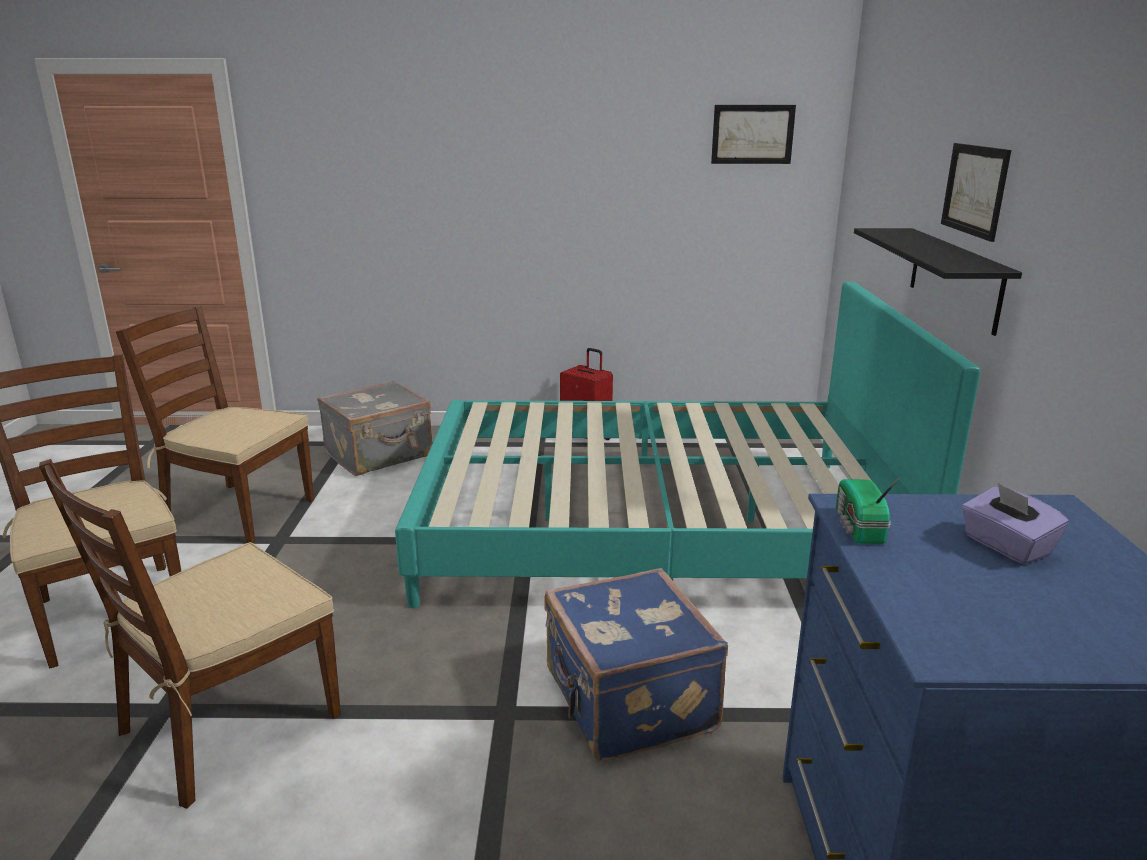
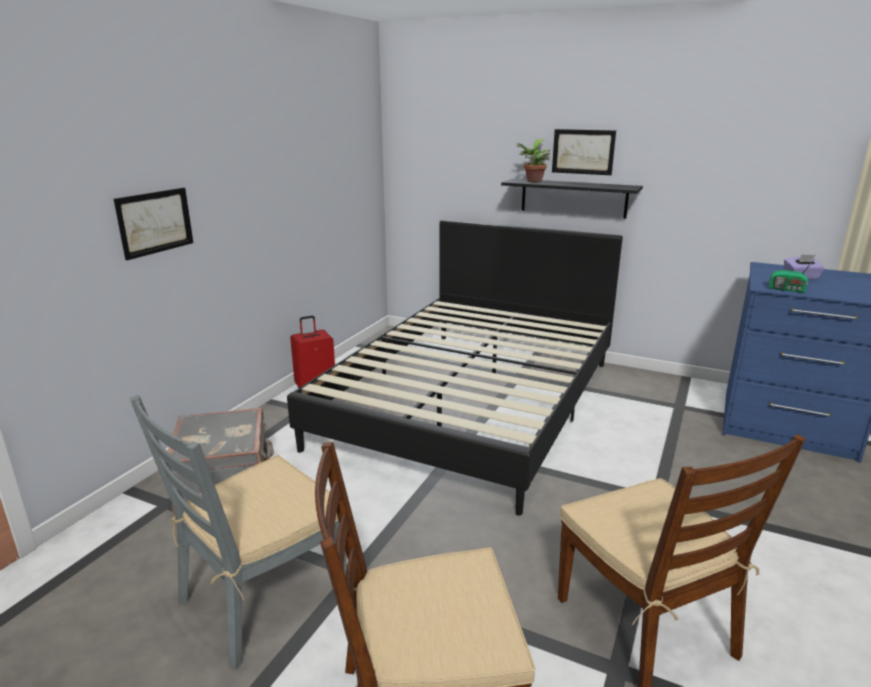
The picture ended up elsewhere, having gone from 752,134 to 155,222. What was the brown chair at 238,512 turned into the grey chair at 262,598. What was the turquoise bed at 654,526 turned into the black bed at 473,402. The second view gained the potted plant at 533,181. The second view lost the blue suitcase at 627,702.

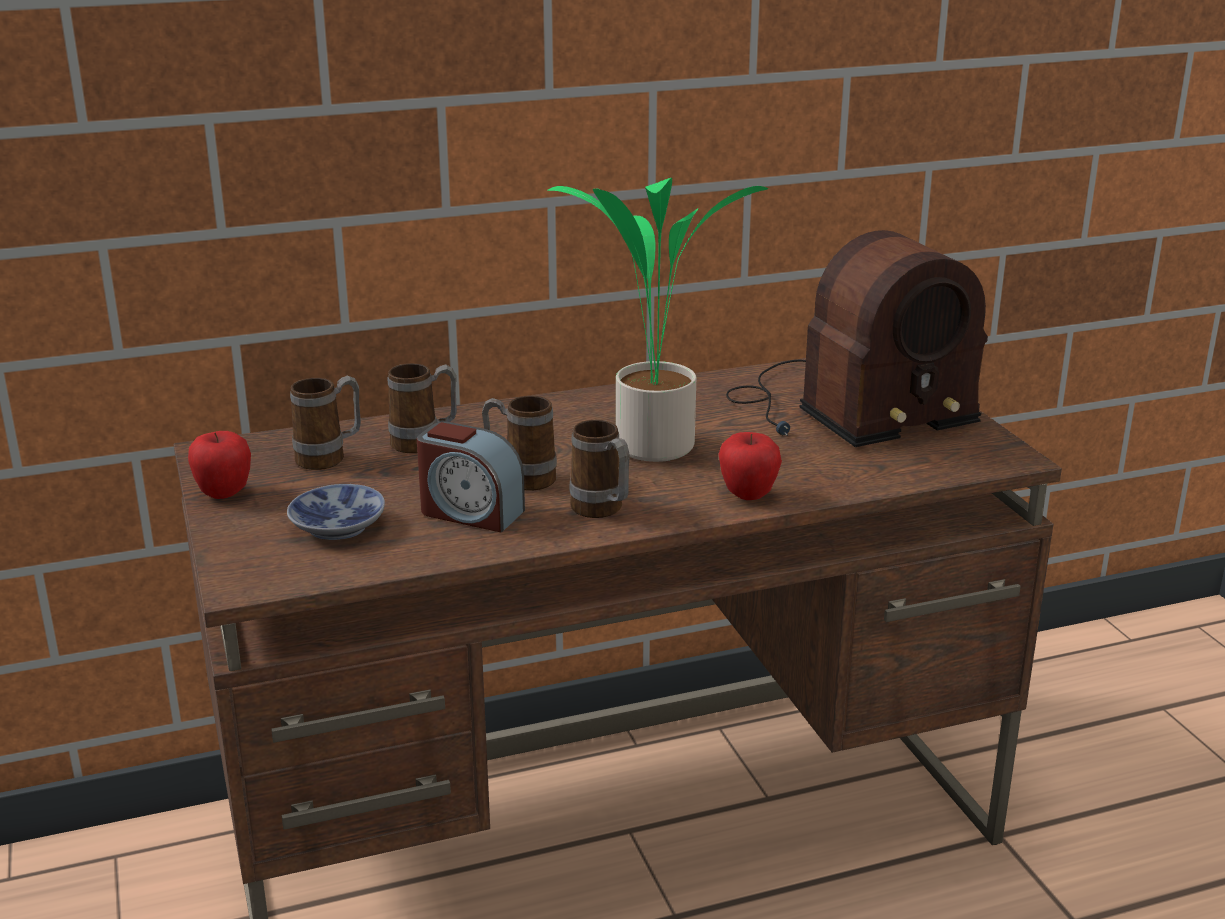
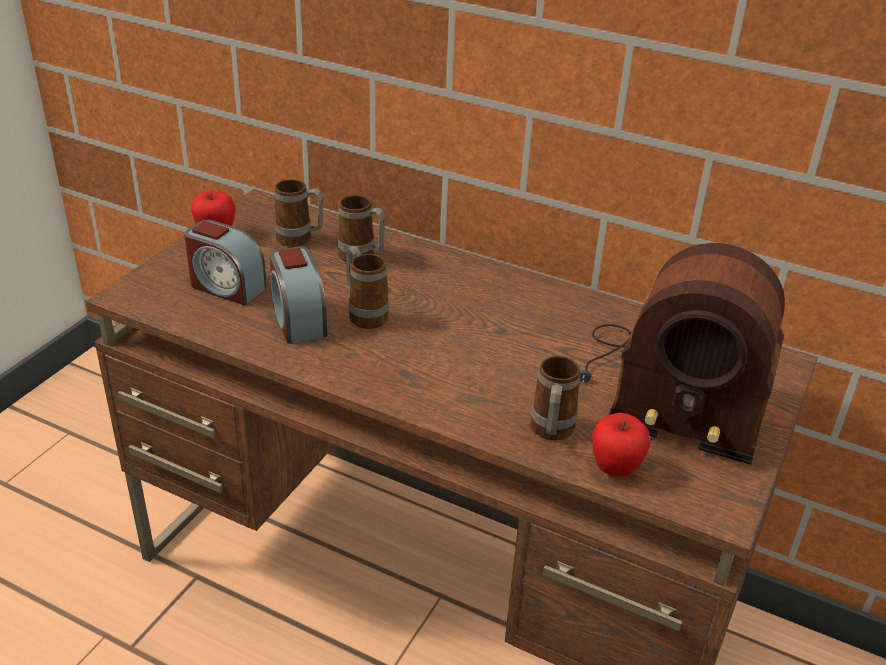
Where the bowl stood at 340,525, the alarm clock came to stand at 226,287. The mug ended up elsewhere, having gone from 602,511 to 550,433. The apple ended up elsewhere, having gone from 748,496 to 615,468. The second view lost the potted plant at 650,448.

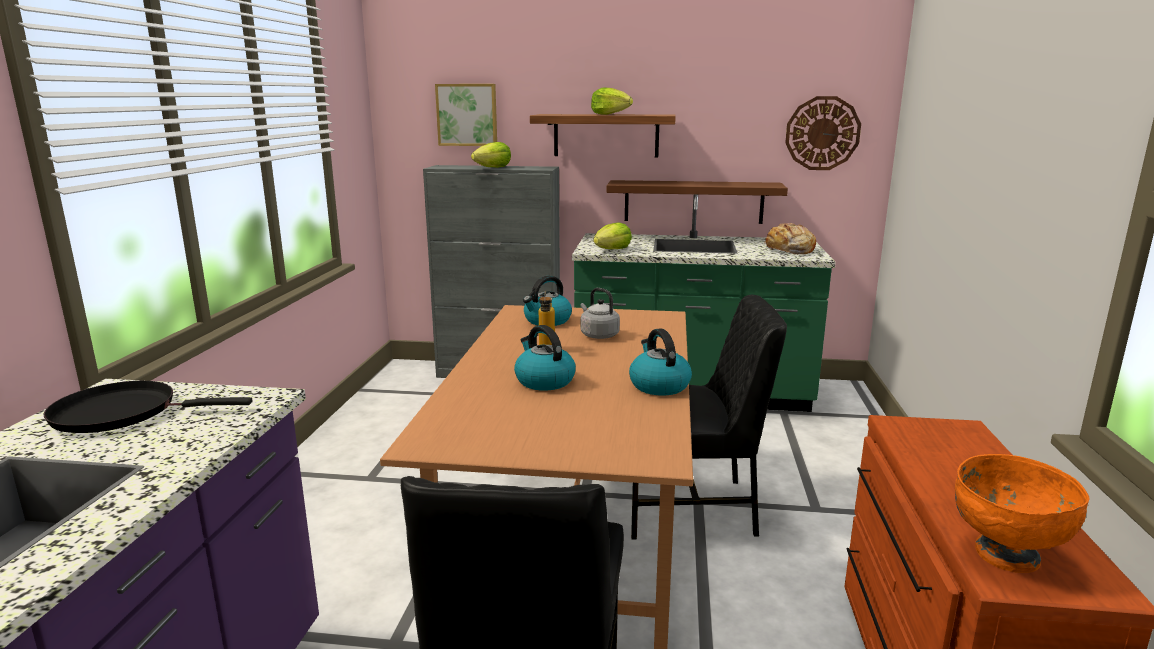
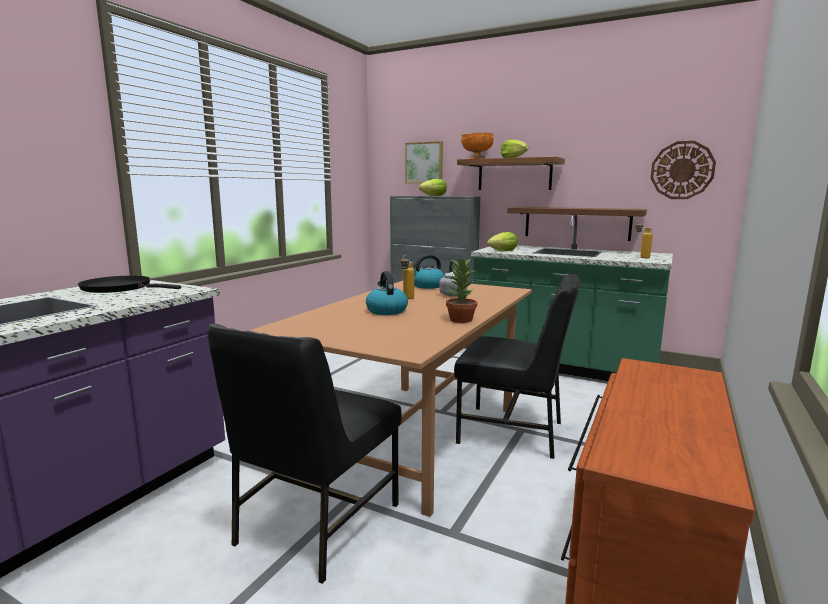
Where the kettle stood at 658,385, the potted plant came to stand at 460,320. The orange bowl ended up elsewhere, having gone from 1004,555 to 476,159. Where the bread stood at 789,250, the bottle came to stand at 641,257.

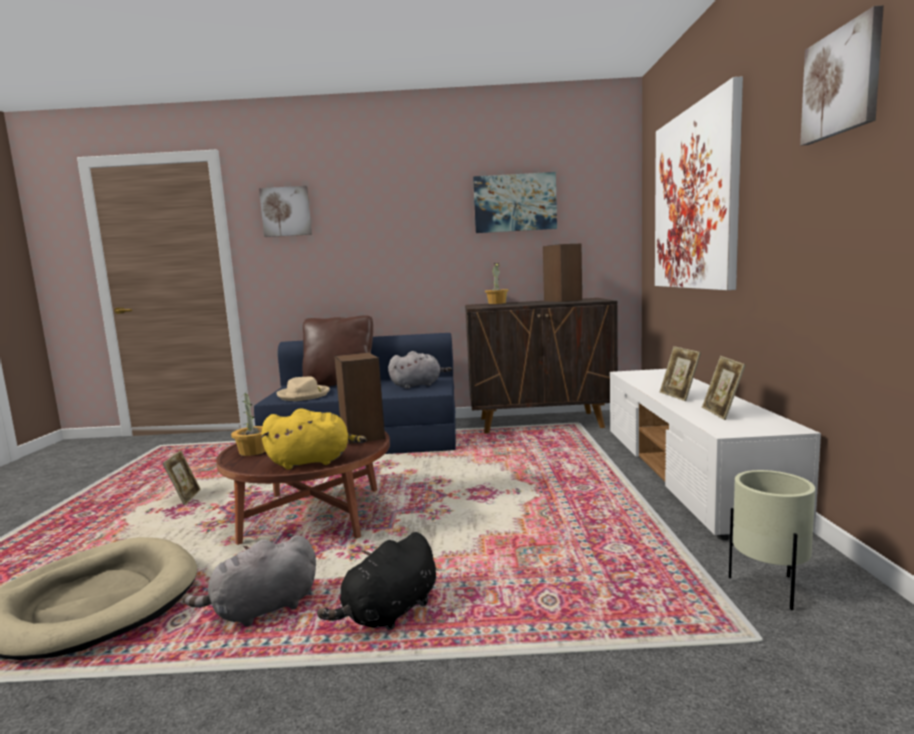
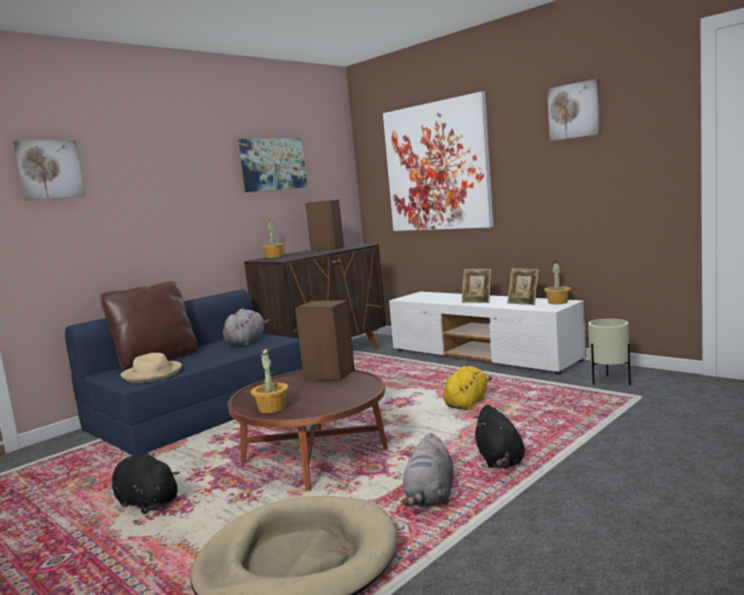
Where the picture frame stood at 185,498, the black plush toy came to stand at 146,503. The yellow plush toy ended up elsewhere, having gone from 313,462 to 467,403. The second view gained the potted plant at 558,302.

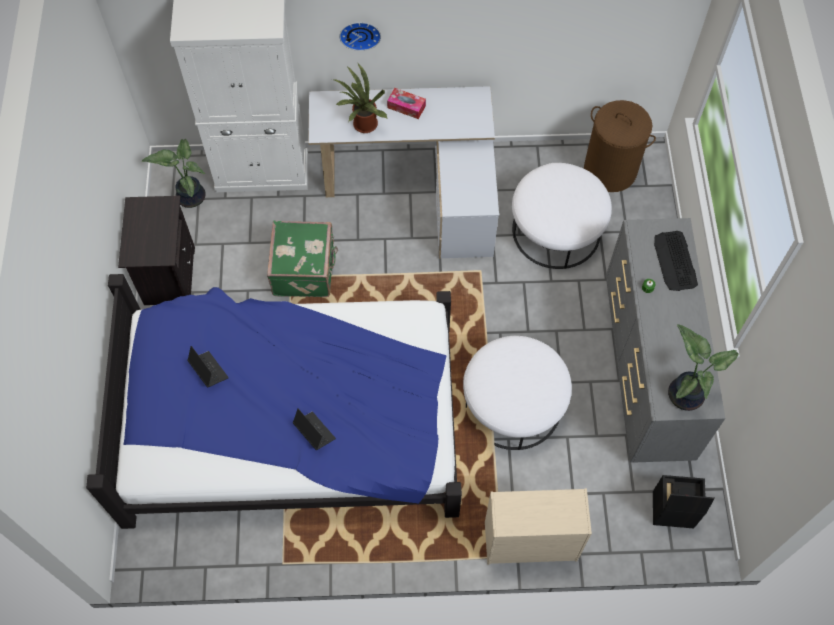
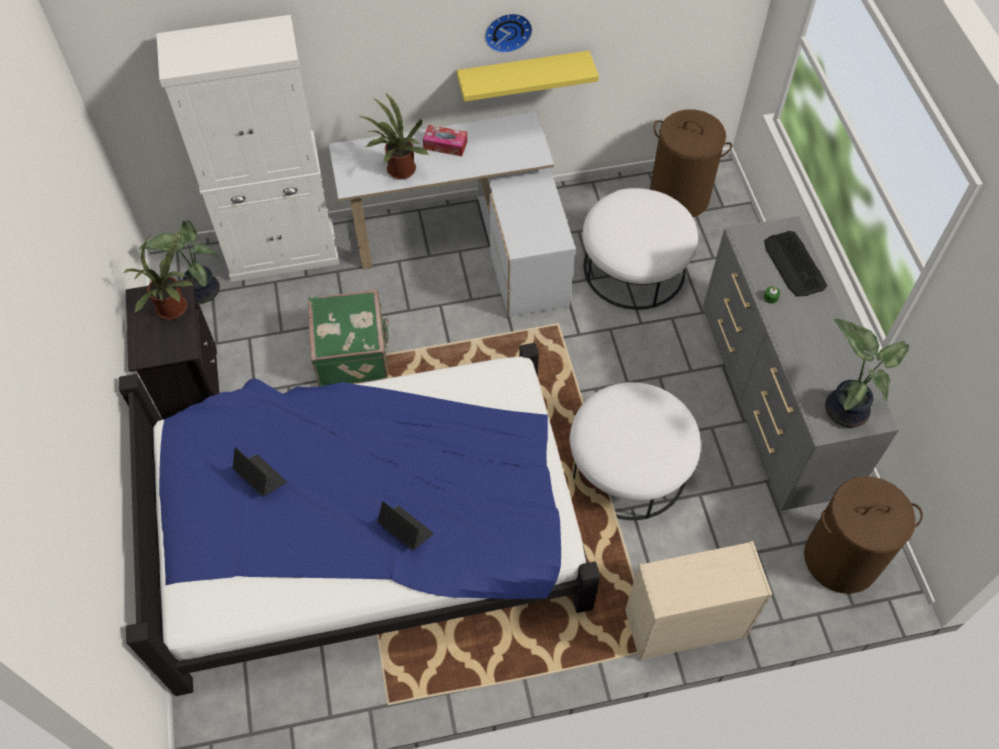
The second view gained the potted plant at 175,310. The second view gained the yellow shelf at 523,74. The wall clock ended up elsewhere, having gone from 360,33 to 507,30. Where the black storage box stood at 672,510, the brown laundry basket came to stand at 841,559.

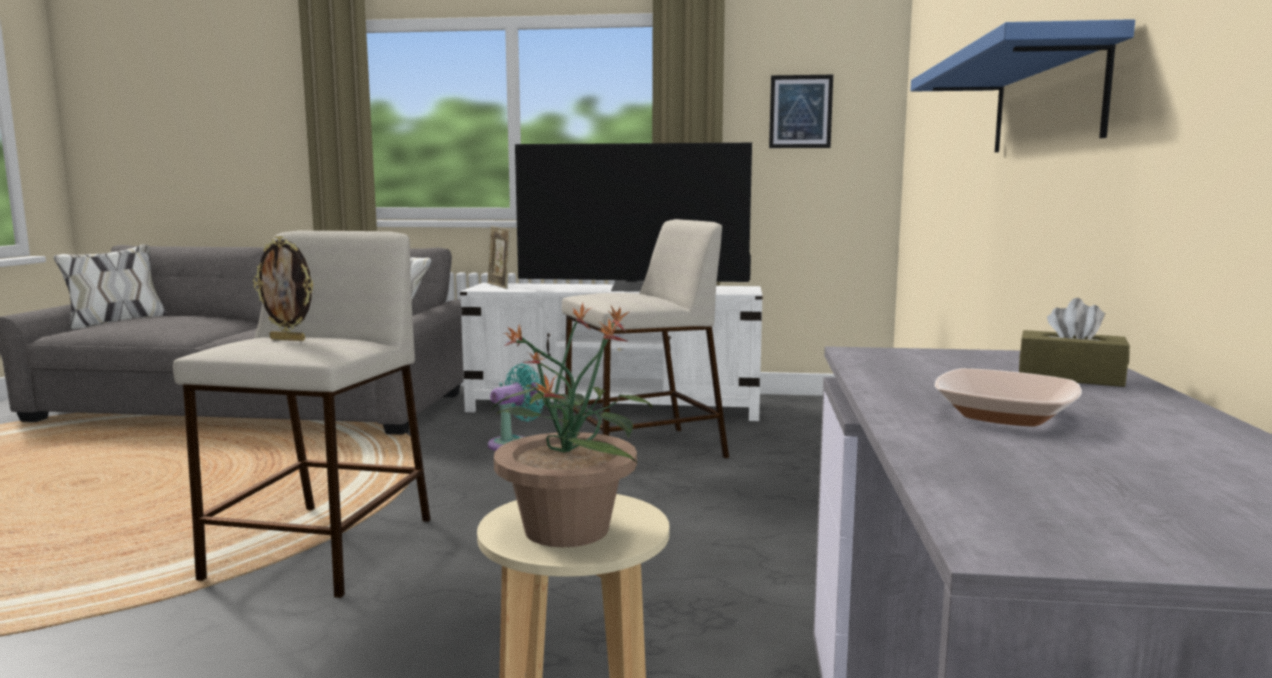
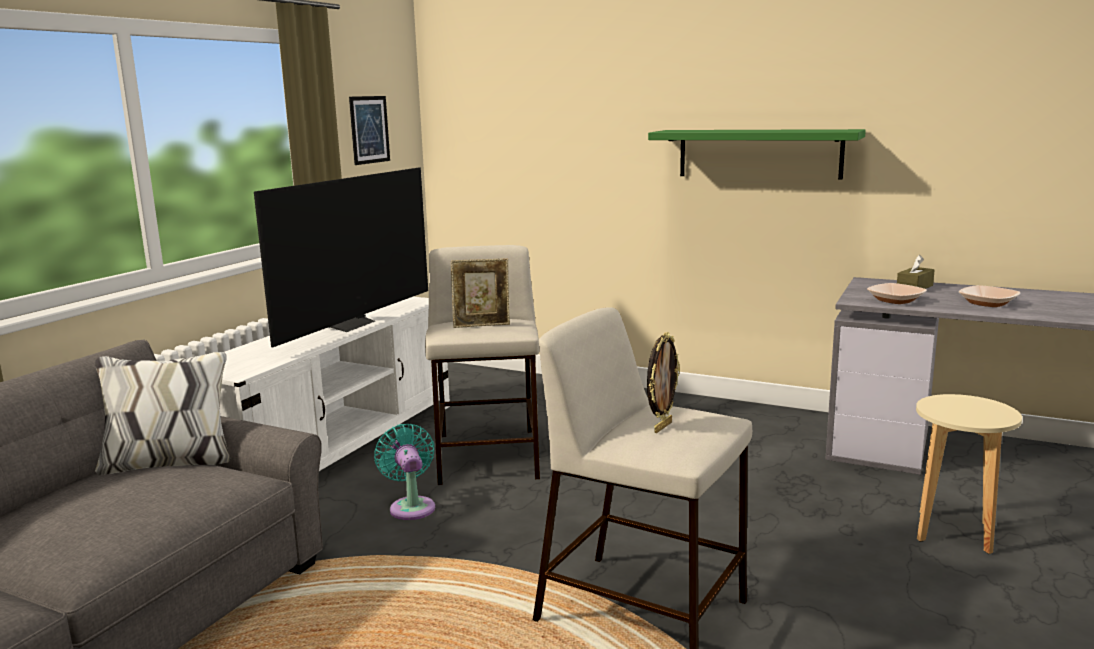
The picture frame ended up elsewhere, having gone from 499,286 to 482,325. What was the blue shelf at 1046,101 turned into the green shelf at 759,153. The second view gained the bowl at 895,300. The second view lost the potted plant at 567,528.

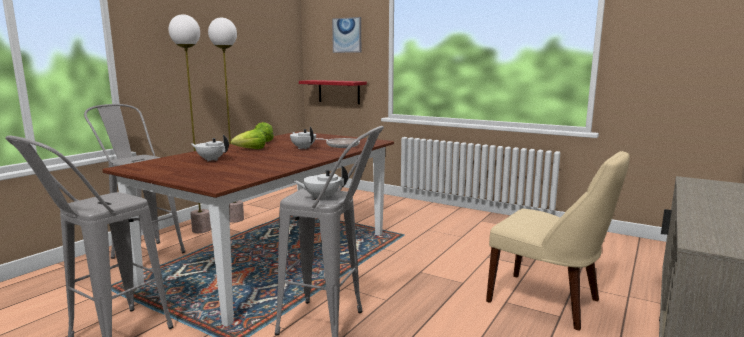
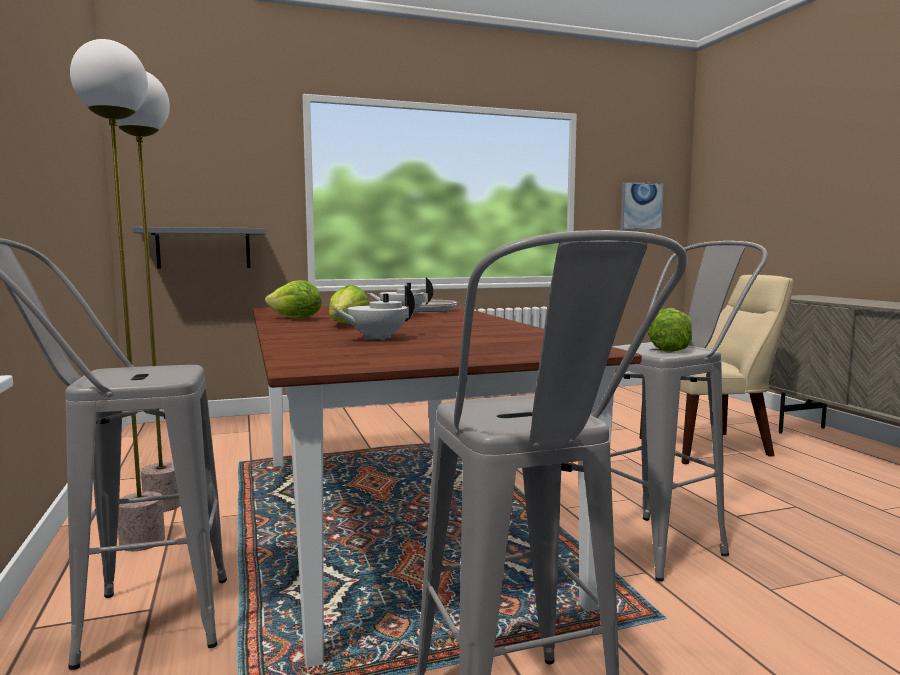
What was the red shelf at 339,91 turned into the grey shelf at 203,248. The picture ended up elsewhere, having gone from 347,35 to 641,206. Where the white teapot stood at 321,198, the lettuce came to stand at 671,349.

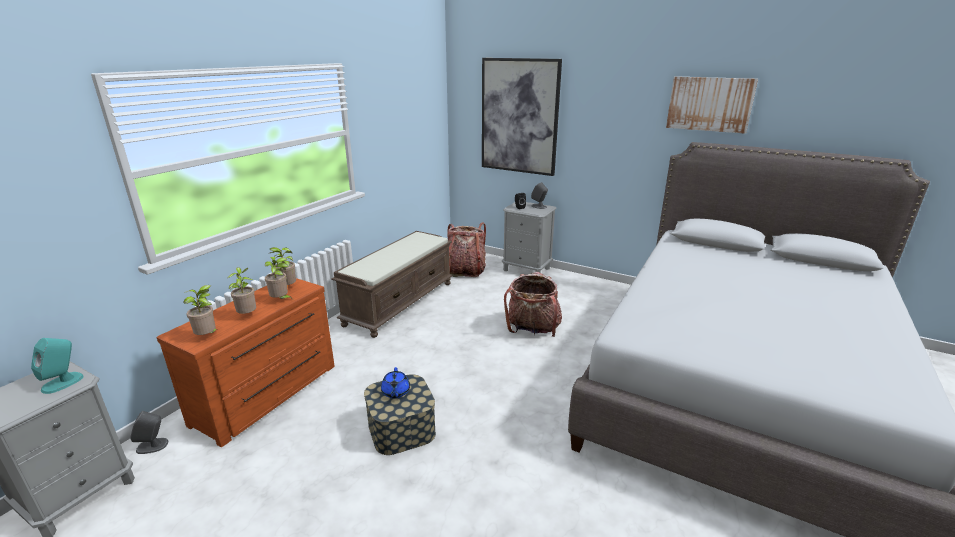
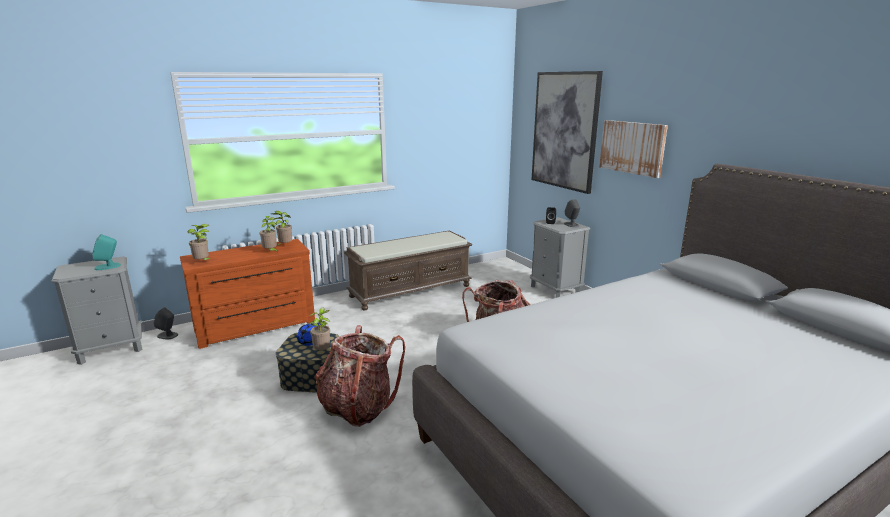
The potted plant ended up elsewhere, having gone from 248,315 to 322,351. The backpack ended up elsewhere, having gone from 465,270 to 358,407. The picture ended up elsewhere, having gone from 709,104 to 632,147.

